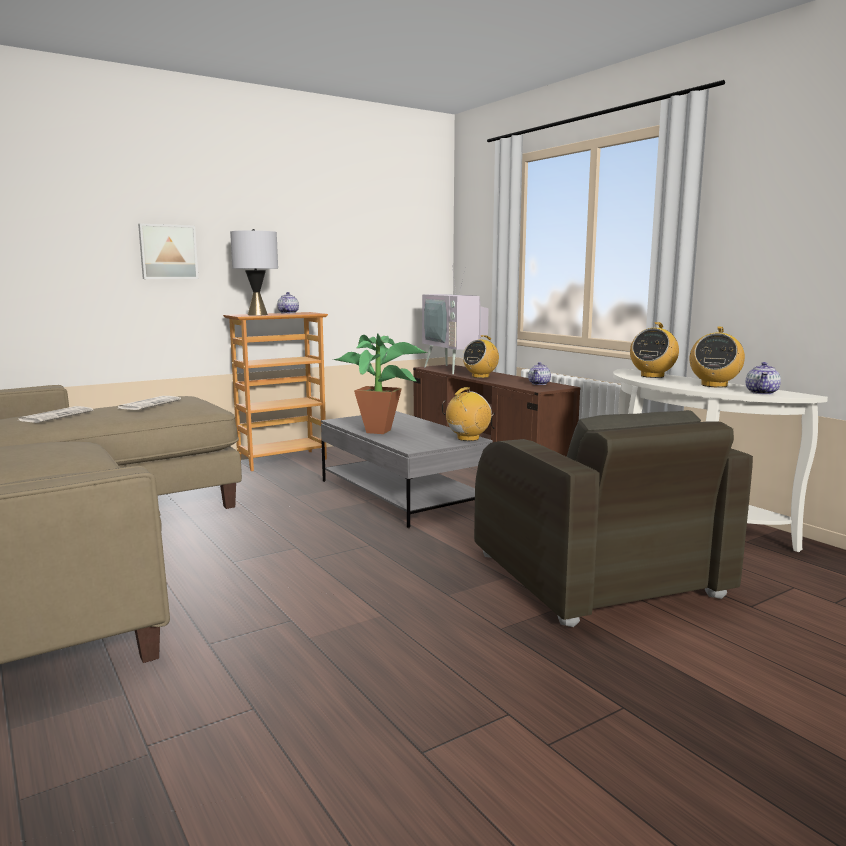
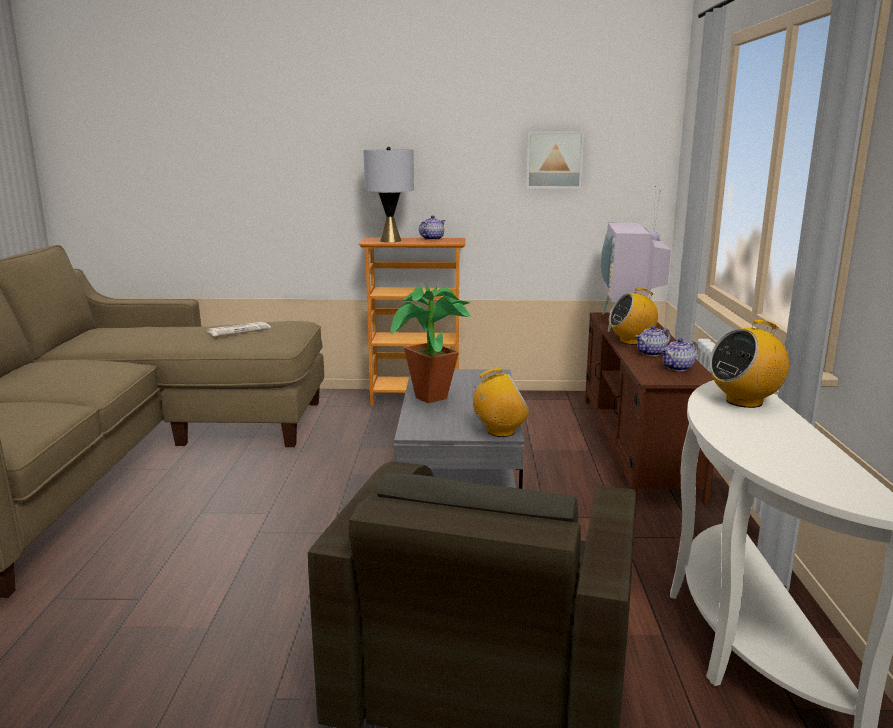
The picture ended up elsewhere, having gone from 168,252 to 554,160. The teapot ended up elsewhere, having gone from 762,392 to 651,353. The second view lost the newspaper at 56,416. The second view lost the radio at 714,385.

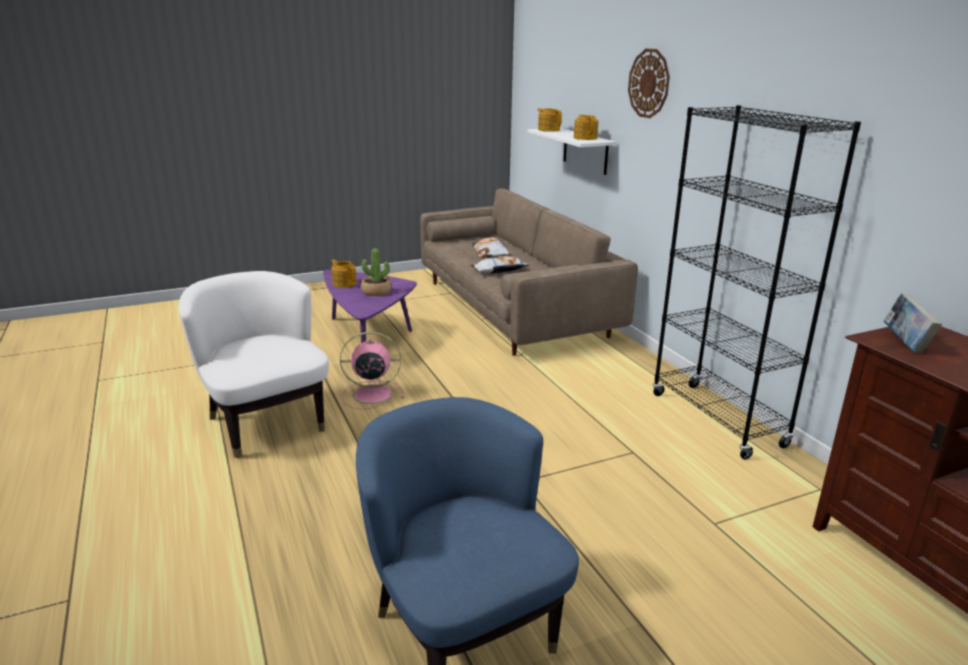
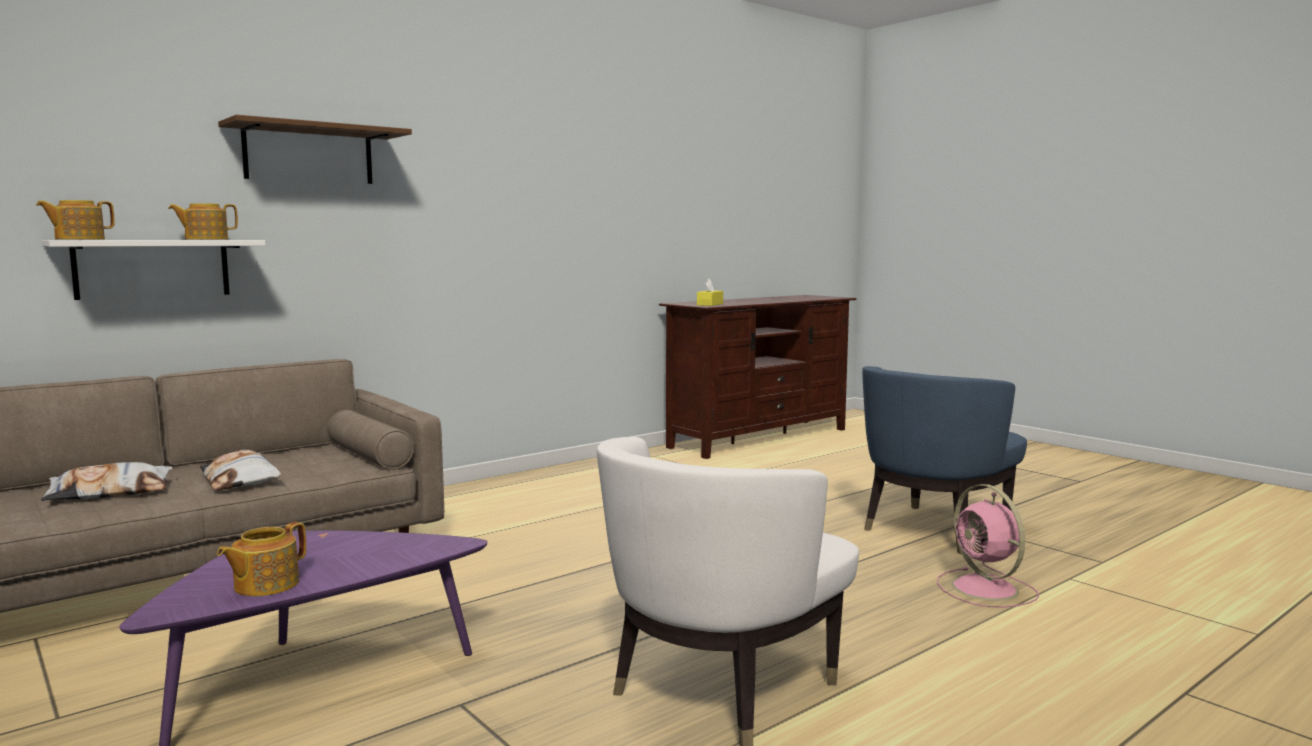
Where the wall clock hung at 649,83, the brown shelf came to hang at 309,154. Where the book stood at 905,343, the yellow tissue box came to stand at 710,304. The pink fan ended up elsewhere, having gone from 370,394 to 986,589. The second view lost the potted plant at 376,292. The second view lost the black bookcase at 717,420.

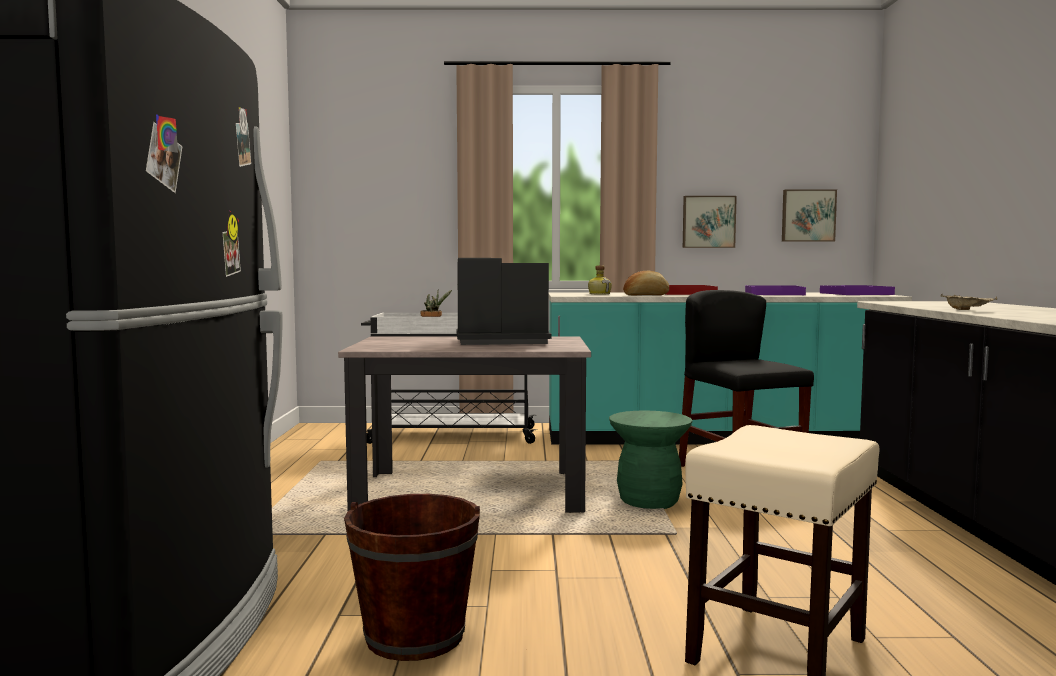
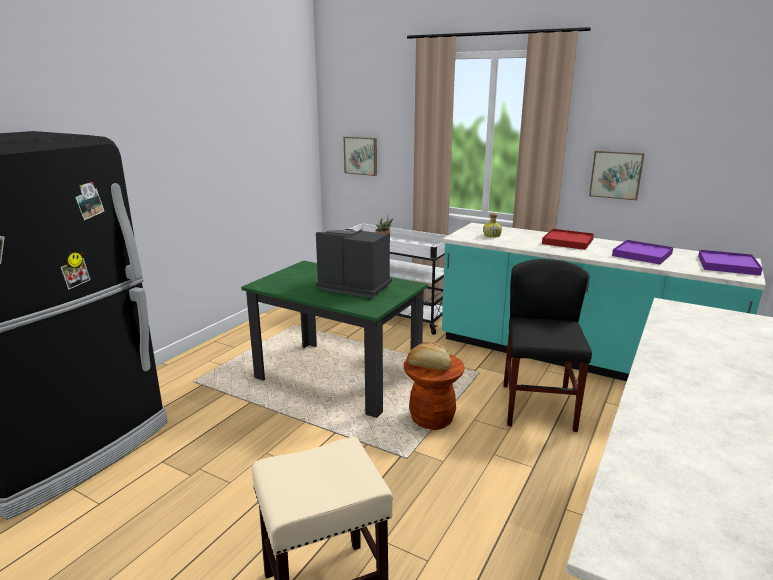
What was the beige dining table at 471,492 turned into the green dining table at 338,377. The picture ended up elsewhere, having gone from 808,215 to 361,155. What was the green stool at 649,502 turned into the brown stool at 432,419. The bread ended up elsewhere, having gone from 646,295 to 429,366. The second view lost the brown bucket at 415,636. The second view lost the beige tray at 967,310.

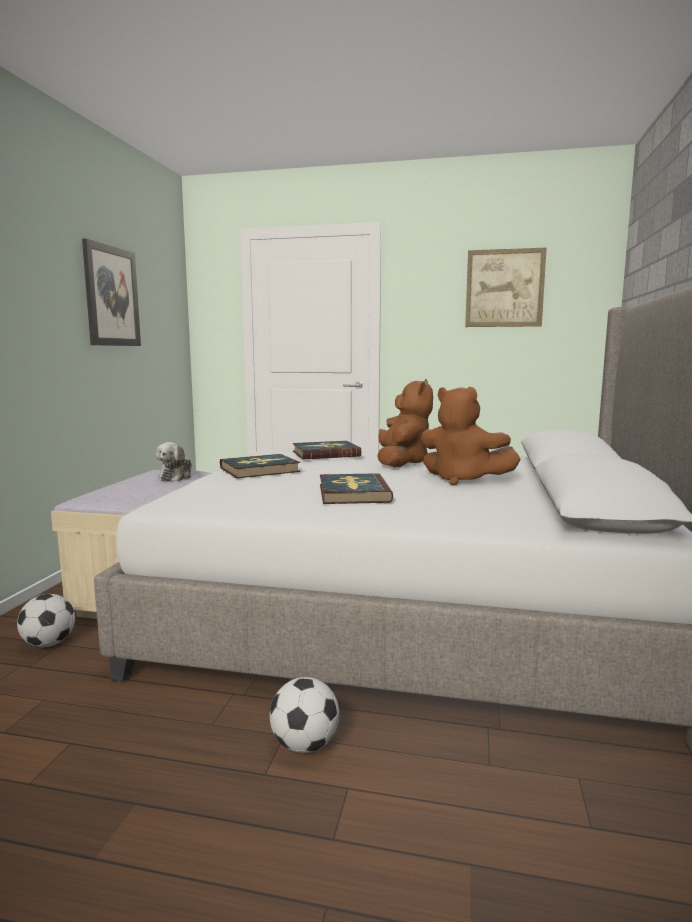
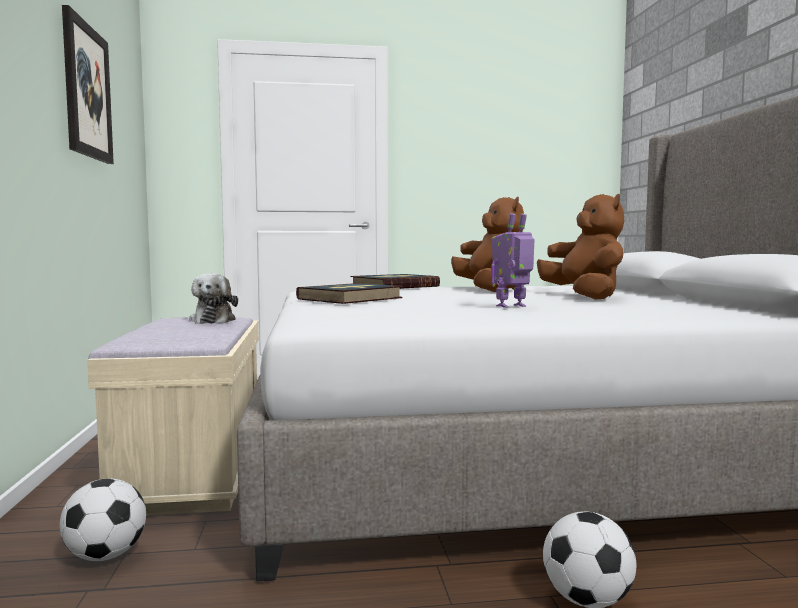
Where the book stood at 353,493, the toy robot came to stand at 512,306. The brown plush toy at 462,480 ended up facing another way, 120 degrees counterclockwise from before. The second view lost the picture at 504,288.

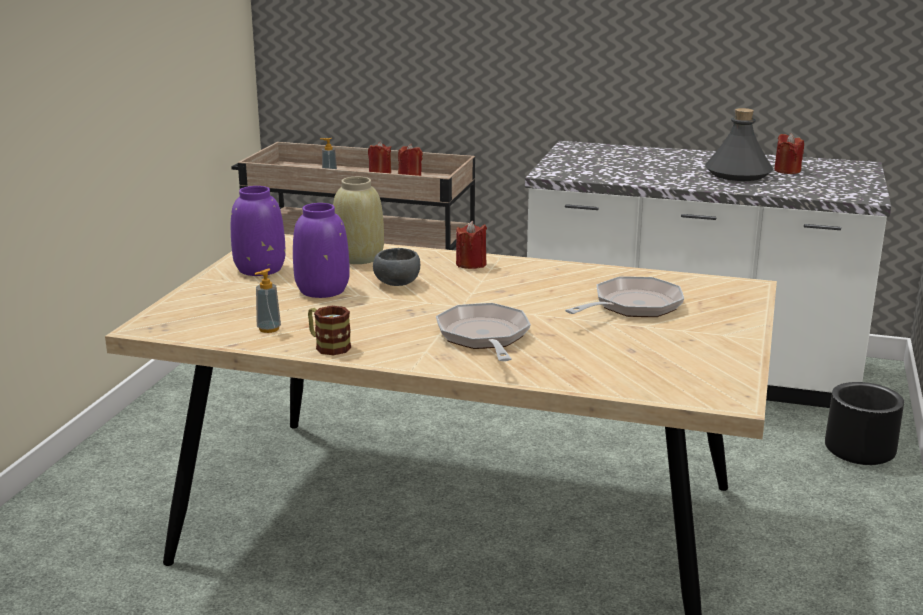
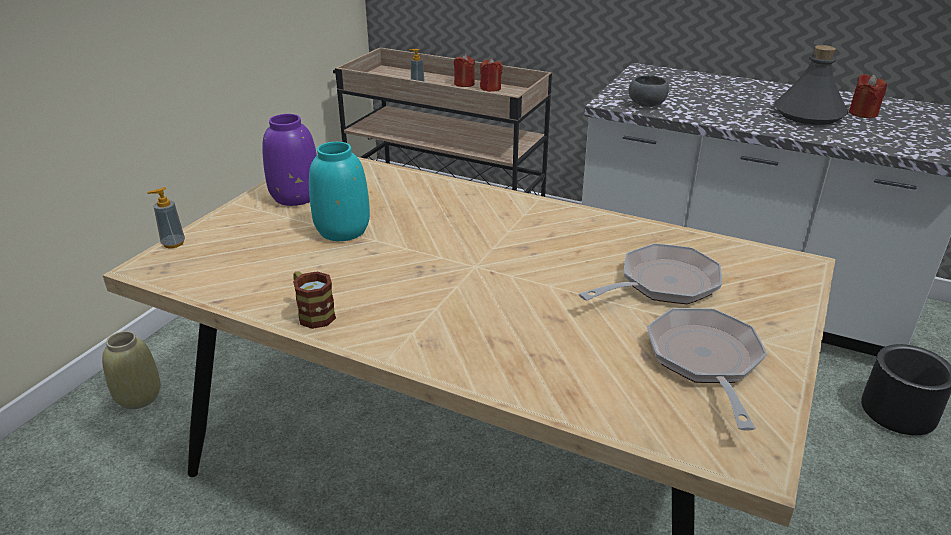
The beige vase ended up elsewhere, having gone from 358,258 to 138,397. The soap dispenser ended up elsewhere, having gone from 269,329 to 173,243. What was the purple vase at 322,290 turned into the turquoise vase at 342,231. The grey bowl ended up elsewhere, having gone from 398,284 to 647,105. The frying pan ended up elsewhere, having gone from 484,338 to 705,361. The second view lost the red candle at 471,264.

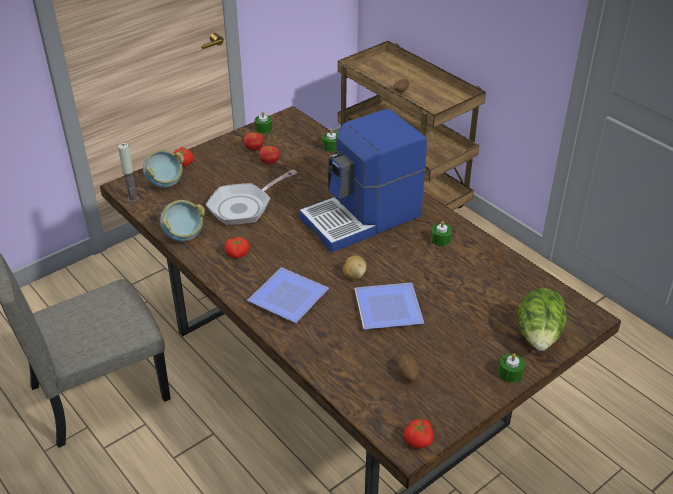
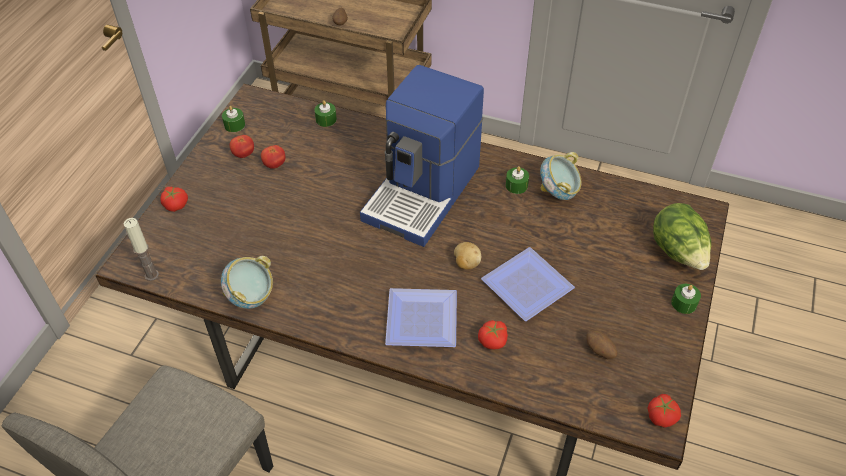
The tomato ended up elsewhere, having gone from 237,254 to 493,340. The bowl ended up elsewhere, having gone from 165,184 to 558,193. The second view lost the frying pan at 244,206.

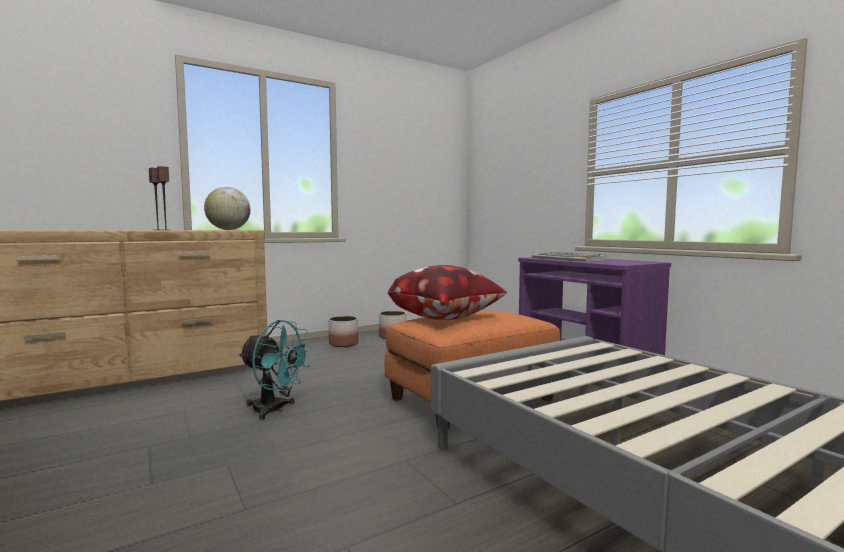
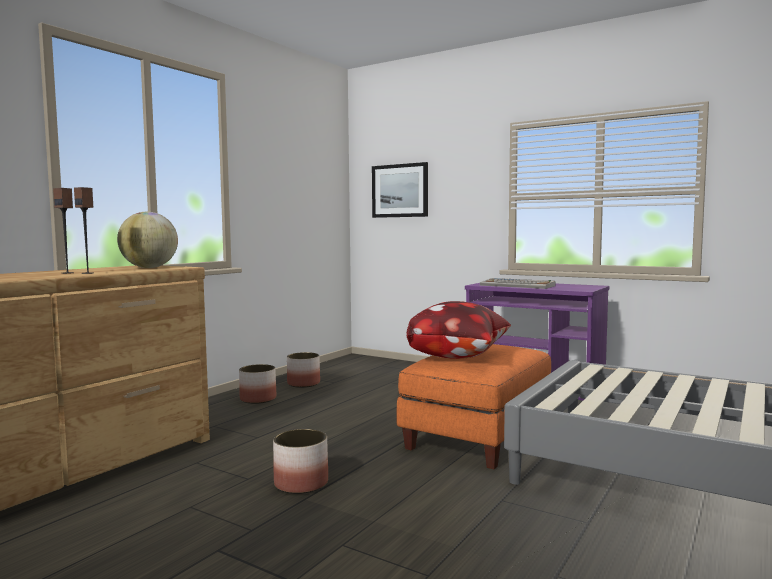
Where the turquoise fan stood at 275,410, the planter came to stand at 301,483. The second view gained the picture at 400,190.

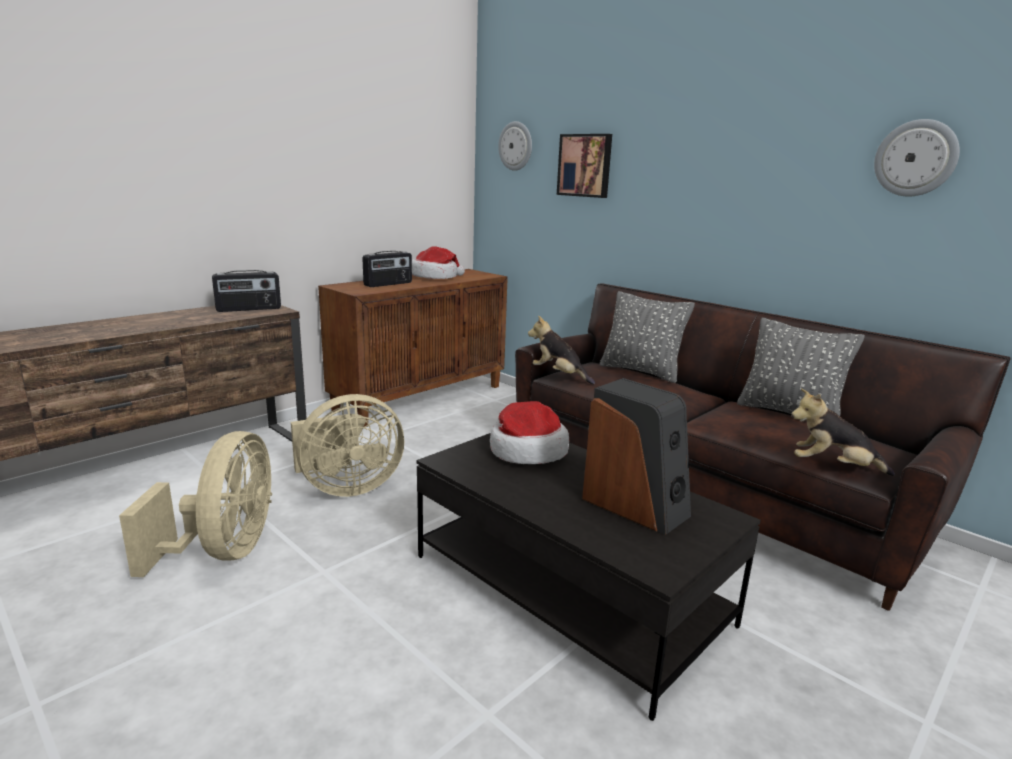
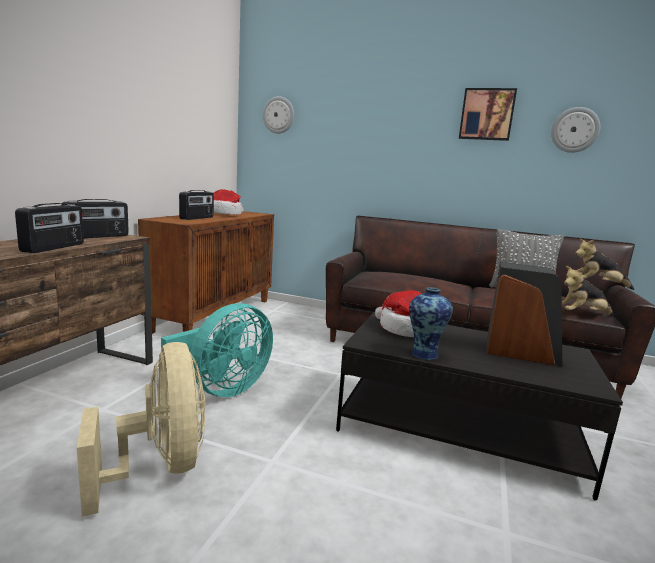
The second view gained the radio at 54,247. What was the beige fan at 347,487 turned into the turquoise fan at 222,390. The second view gained the vase at 424,354. The picture ended up elsewhere, having gone from 585,165 to 487,114. The plush toy ended up elsewhere, having gone from 558,375 to 598,286. The second view lost the grey pillow at 641,371.

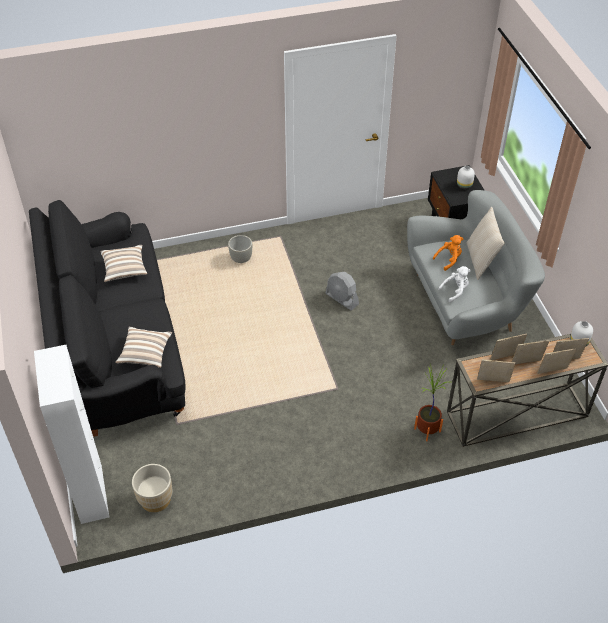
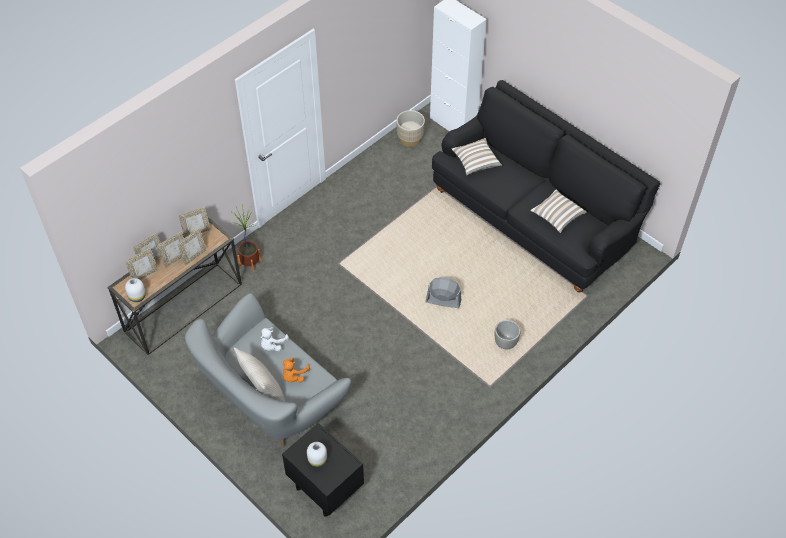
The grey fan ended up elsewhere, having gone from 342,299 to 443,301.

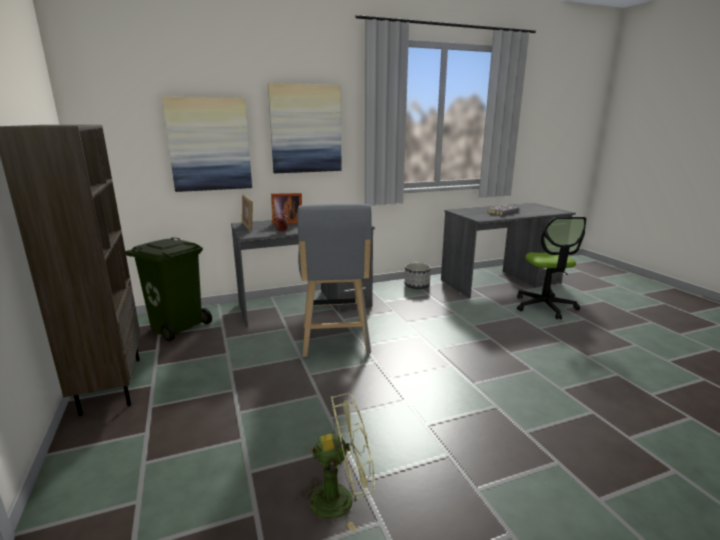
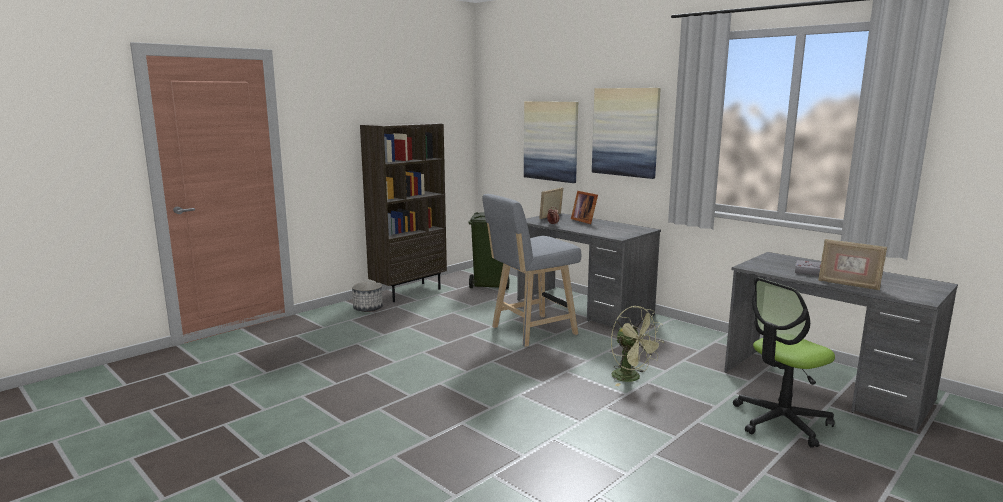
The planter ended up elsewhere, having gone from 416,286 to 368,308. The green fan ended up elsewhere, having gone from 341,498 to 631,378. The second view gained the picture frame at 848,285.

